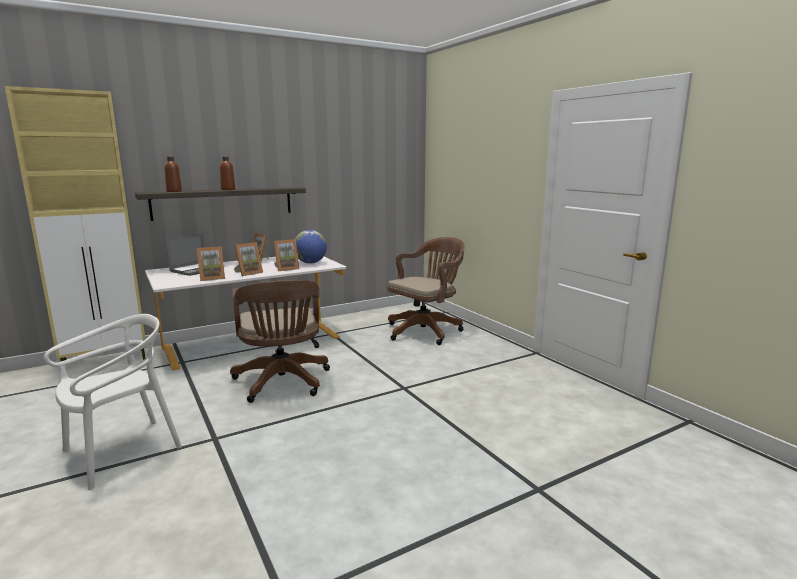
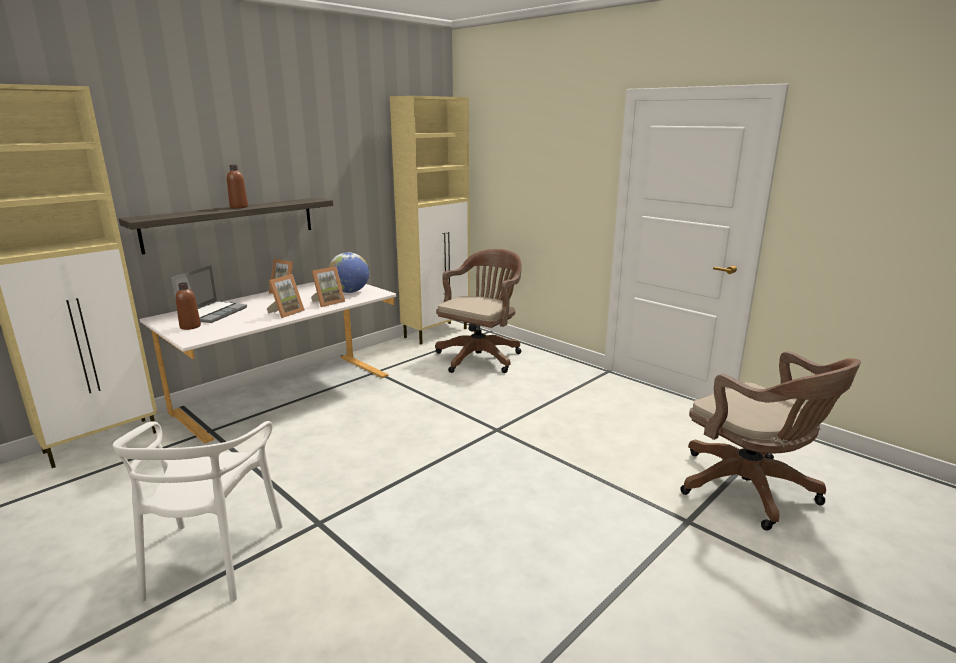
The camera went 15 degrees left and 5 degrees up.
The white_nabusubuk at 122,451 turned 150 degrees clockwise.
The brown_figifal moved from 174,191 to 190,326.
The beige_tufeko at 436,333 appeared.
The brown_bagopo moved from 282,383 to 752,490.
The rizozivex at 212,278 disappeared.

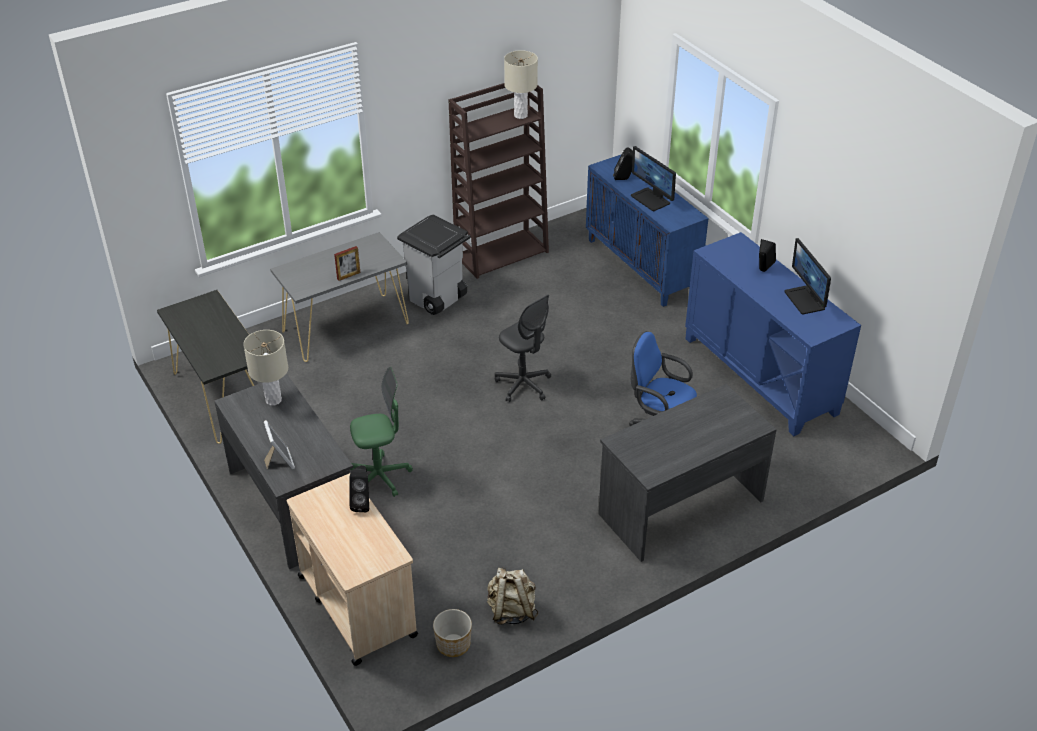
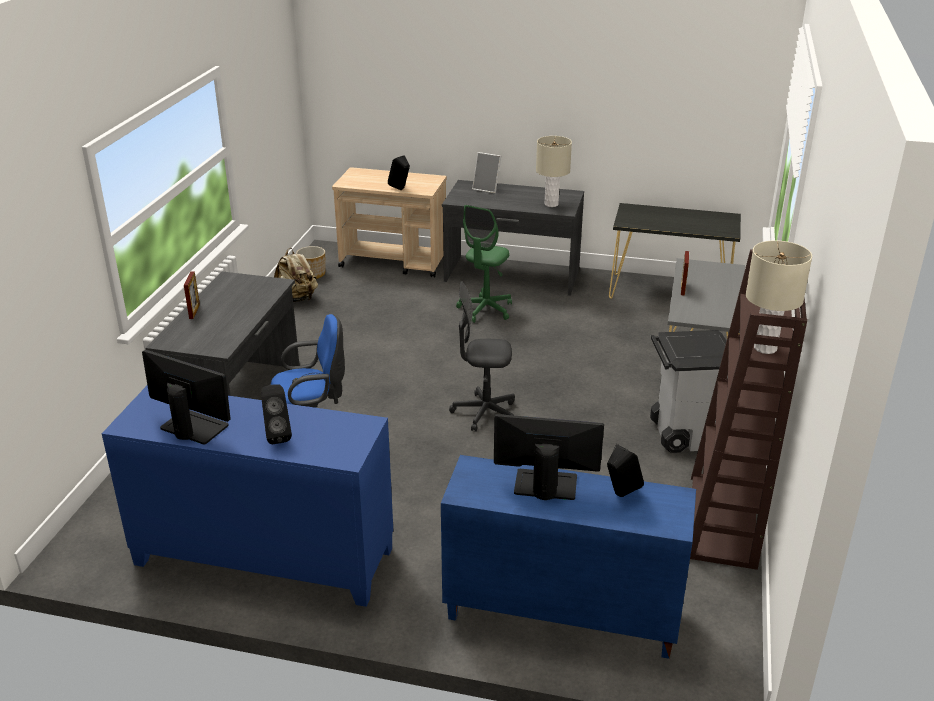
The camera went 135 degrees right and 10 degrees down.
The rizozivex at 194,311 appeared.

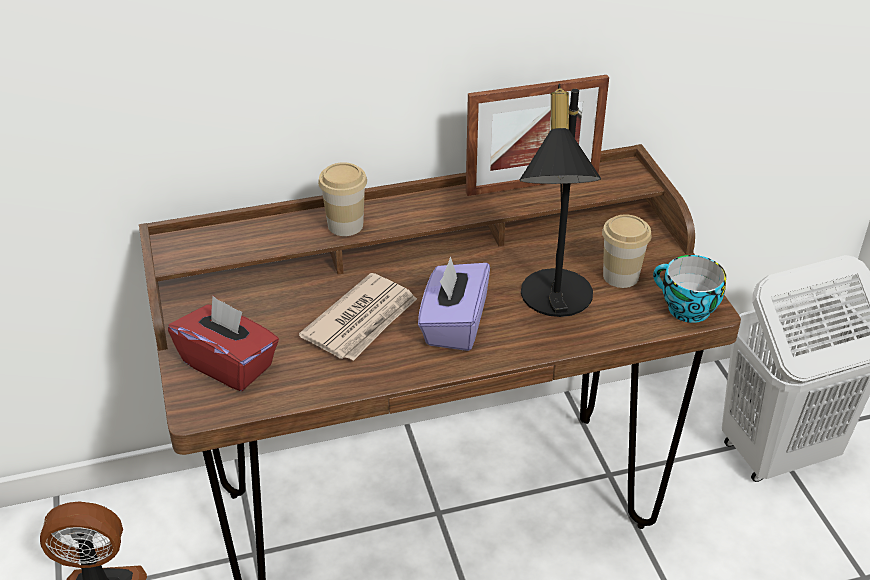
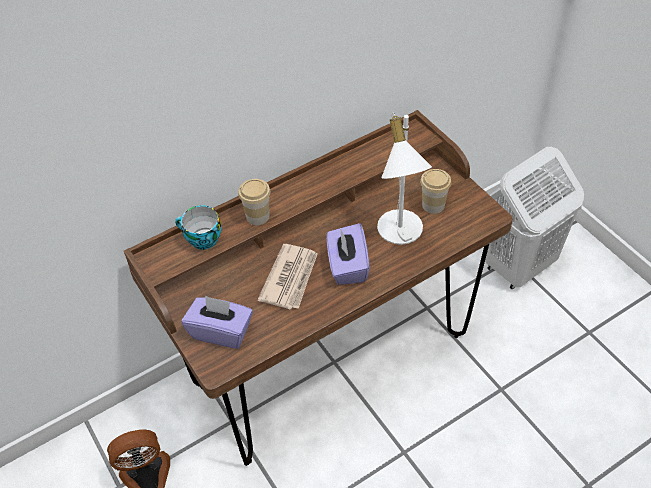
The camera went 15 degrees left and 10 degrees up.
The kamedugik moved from 685,309 to 201,240.
The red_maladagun at 229,364 became the purple_maladagun at 221,331.
The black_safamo at 552,302 became the white_safamo at 400,234.
The rizozivex at 532,184 disappeared.

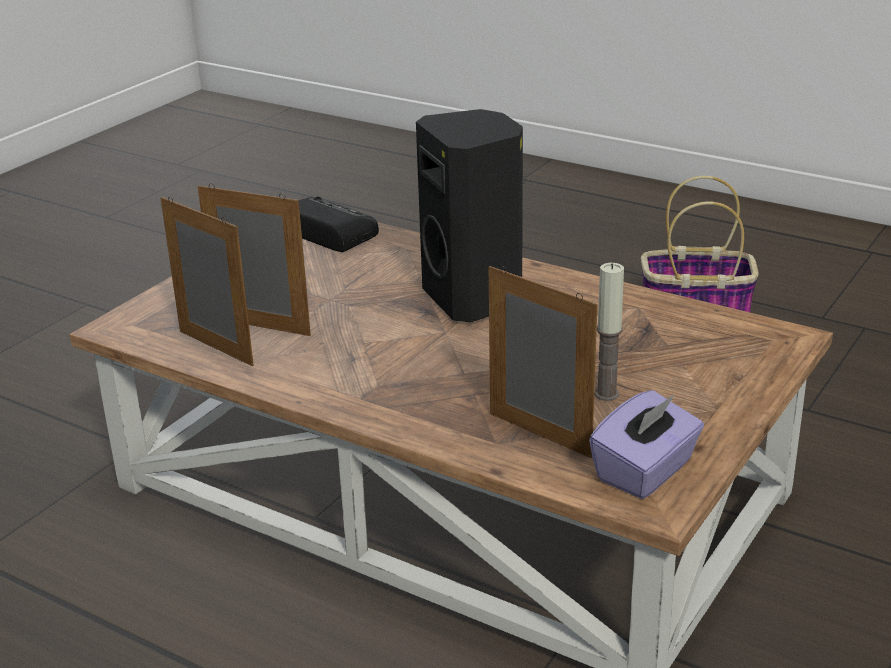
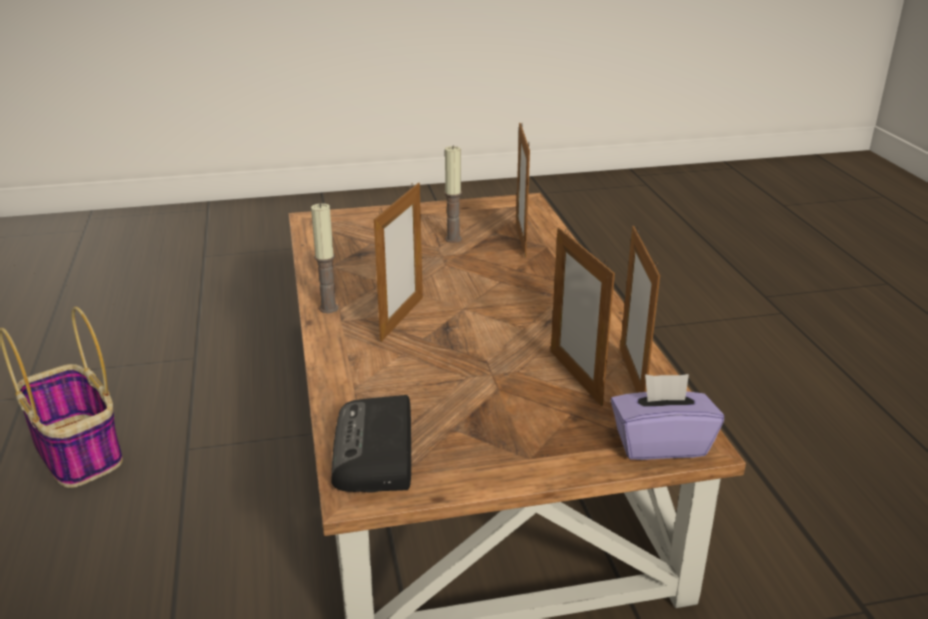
The camera went 135 degrees left and 0 degrees up.
The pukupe at 329,308 appeared.
The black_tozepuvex at 475,299 was replaced by the rizozivex at 402,318.
The purple_maladagun moved from 645,472 to 660,444.

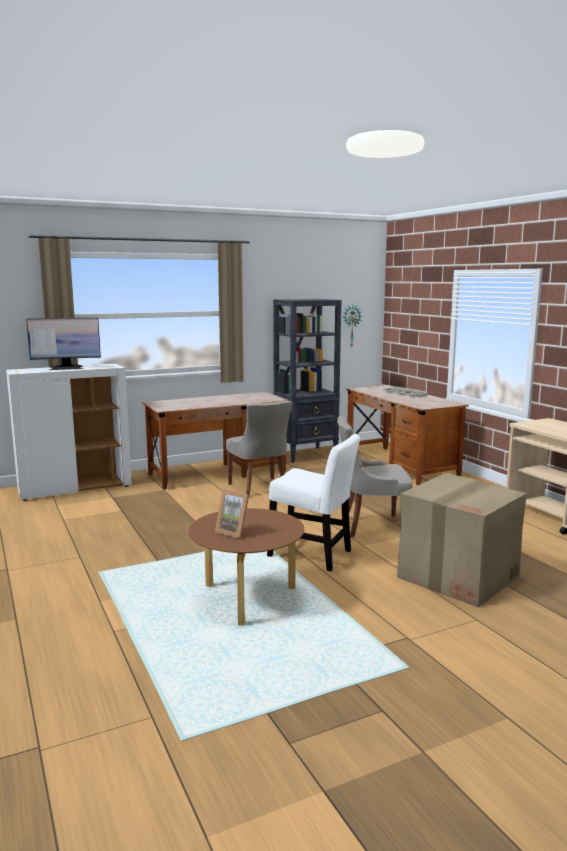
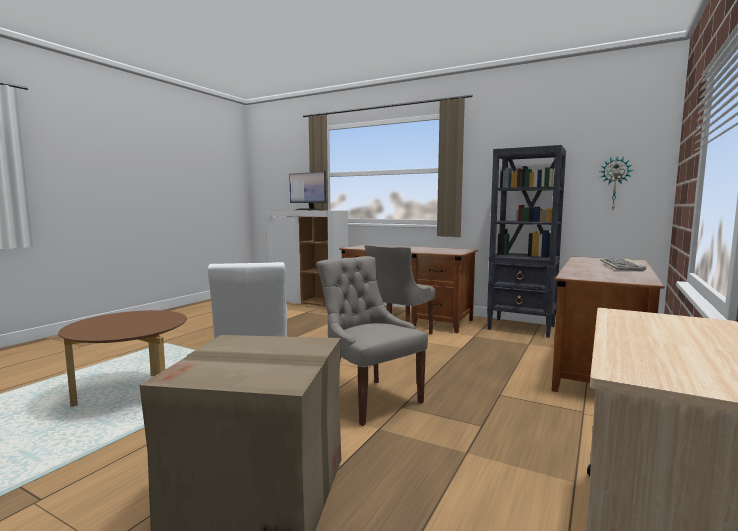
The camera went 55 degrees right and 5 degrees down.
The rizozivex at 234,531 disappeared.

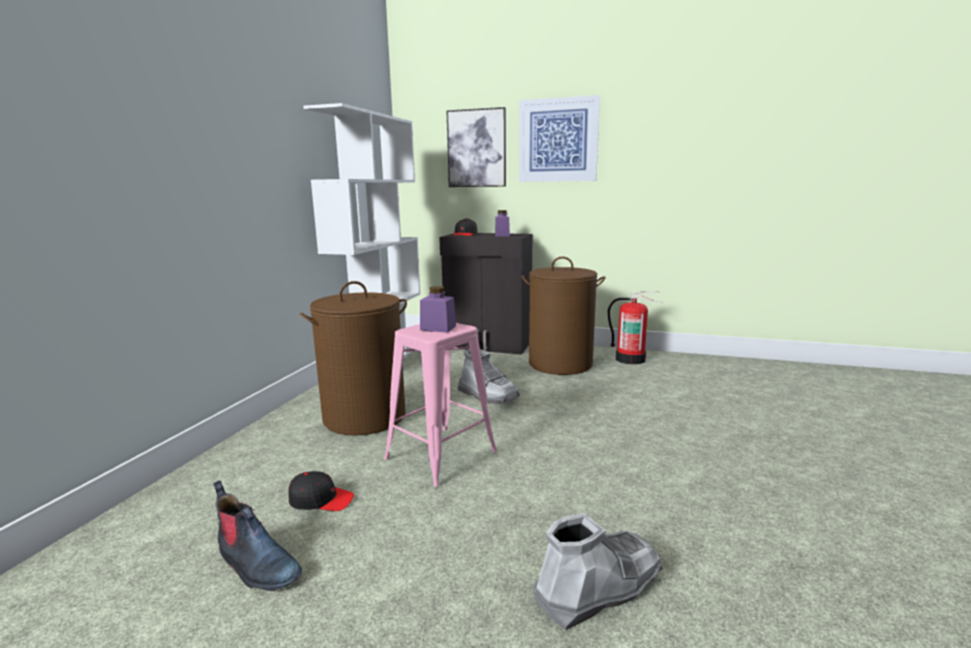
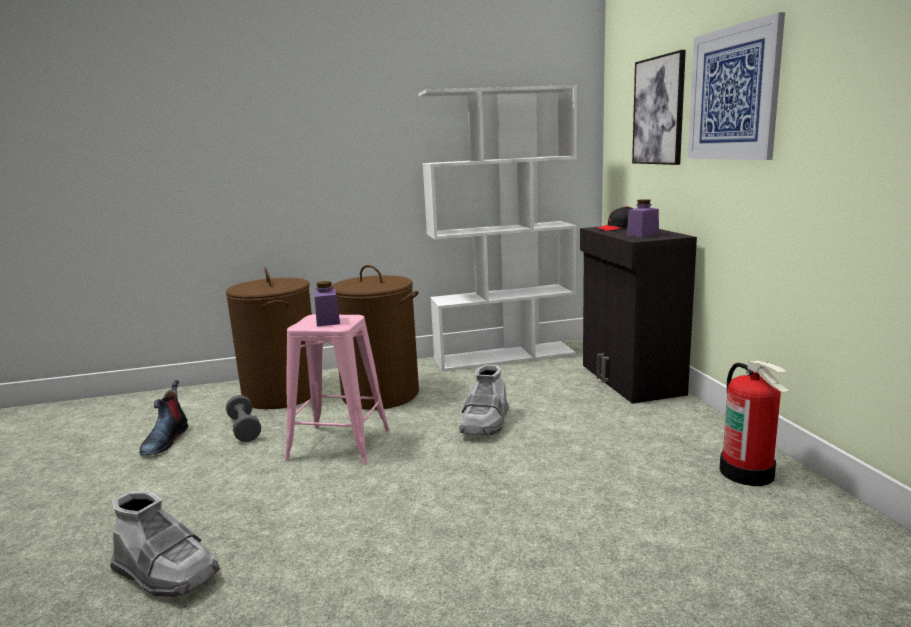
The camera went 60 degrees right and 0 degrees up.
The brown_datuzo moved from 560,364 to 282,394.
The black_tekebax at 321,500 was replaced by the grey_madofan at 244,429.

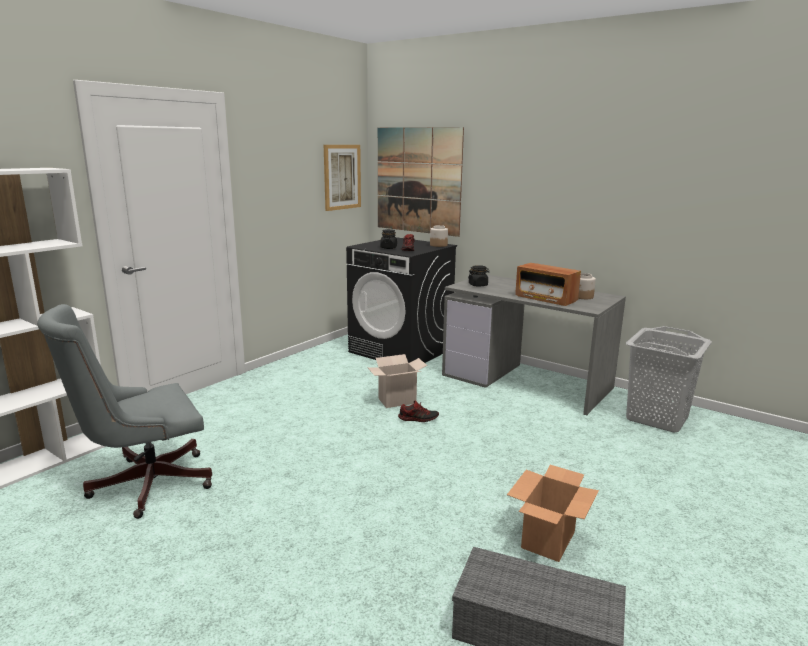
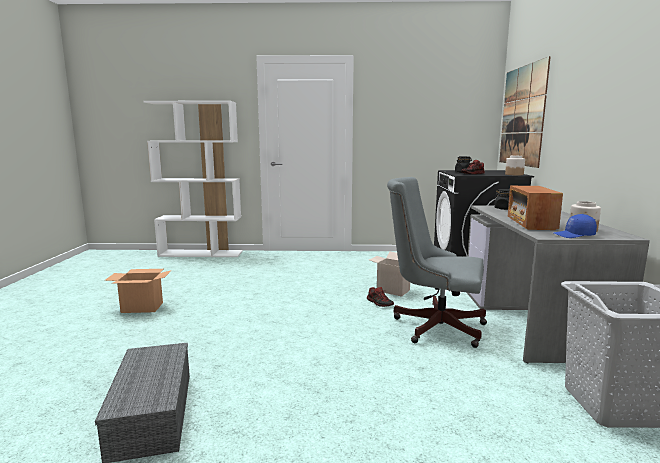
The camera went 55 degrees right and 5 degrees down.
The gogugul moved from 548,540 to 141,308.
The grey_bagopo moved from 143,484 to 433,326.
The blue_tekebax at 574,235 appeared.
The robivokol at 342,177 disappeared.

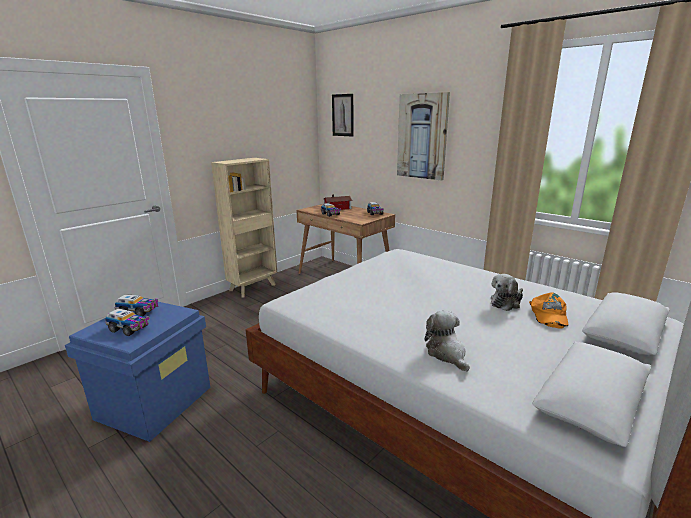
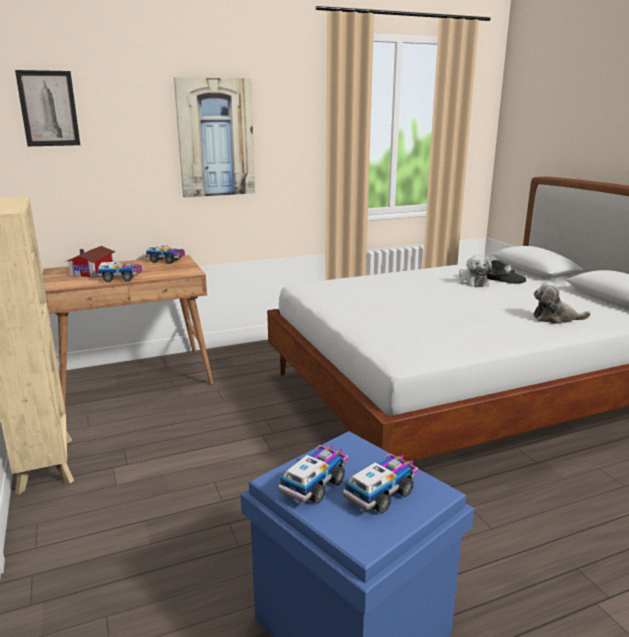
The camera went 65 degrees left and 0 degrees up.
The orange_tekebax at 548,315 became the black_tekebax at 502,278.

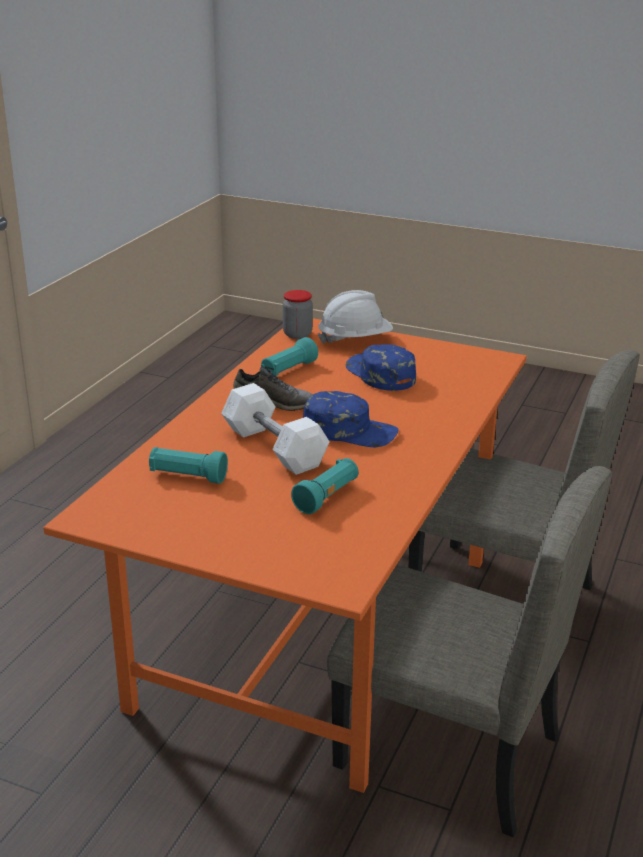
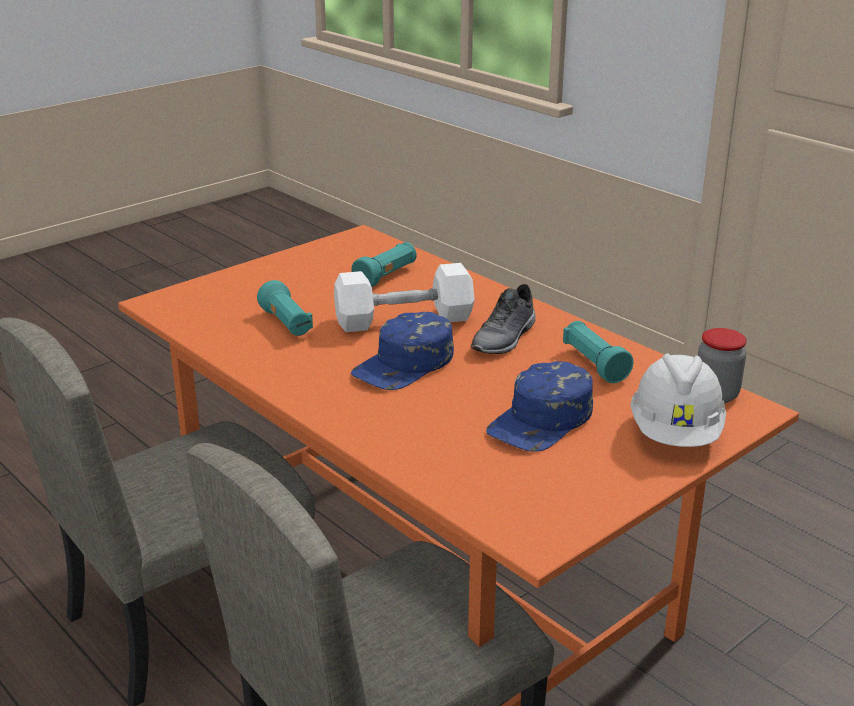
The camera went 115 degrees right and 0 degrees up.
The blue_tekebax at 380,374 turned 135 degrees clockwise.

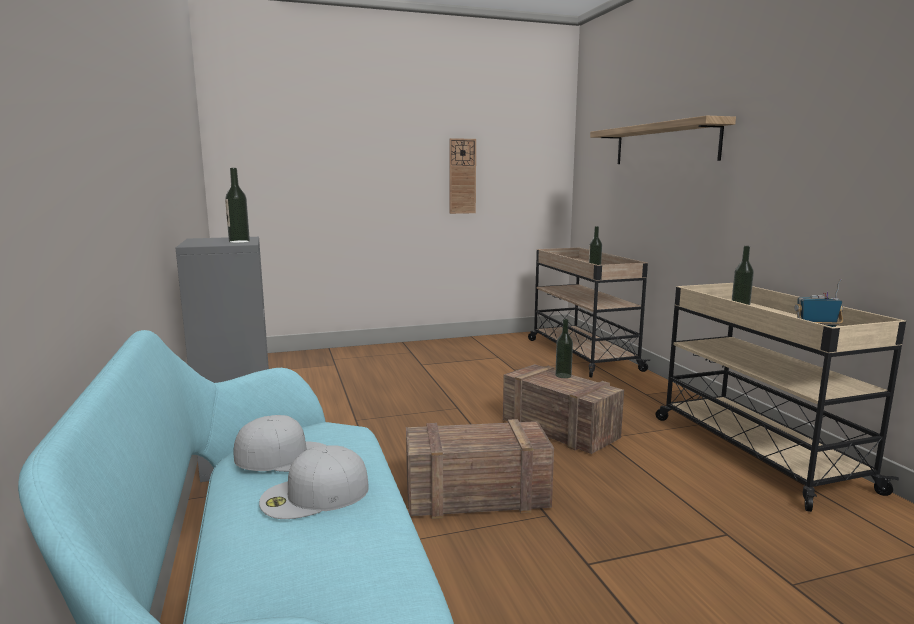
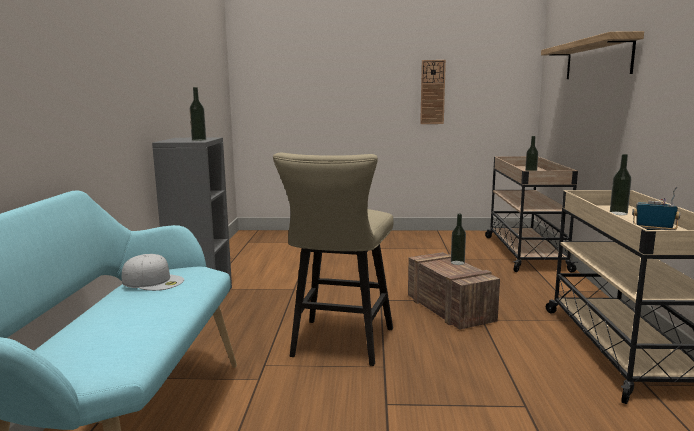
The camera went 20 degrees right and 0 degrees up.
The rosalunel at 474,497 was replaced by the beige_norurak at 339,345.
The white_tekebax at 314,495 disappeared.

